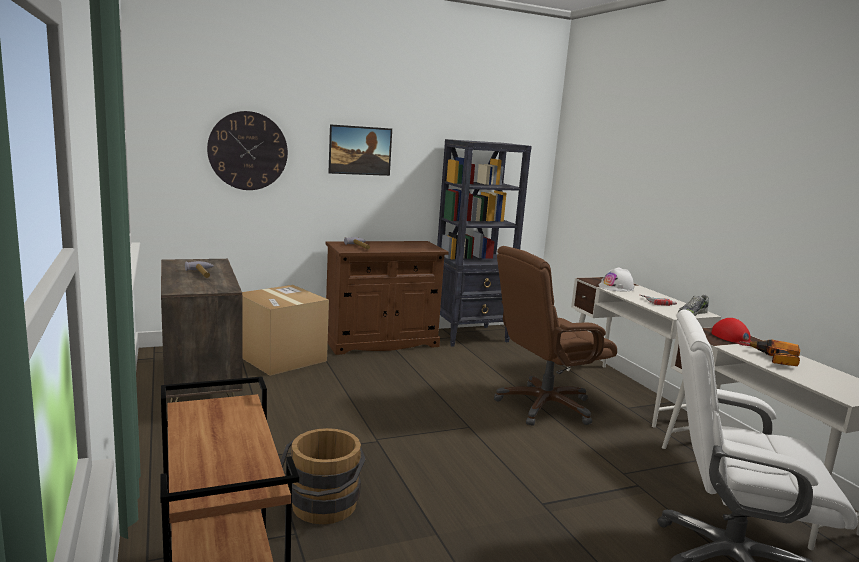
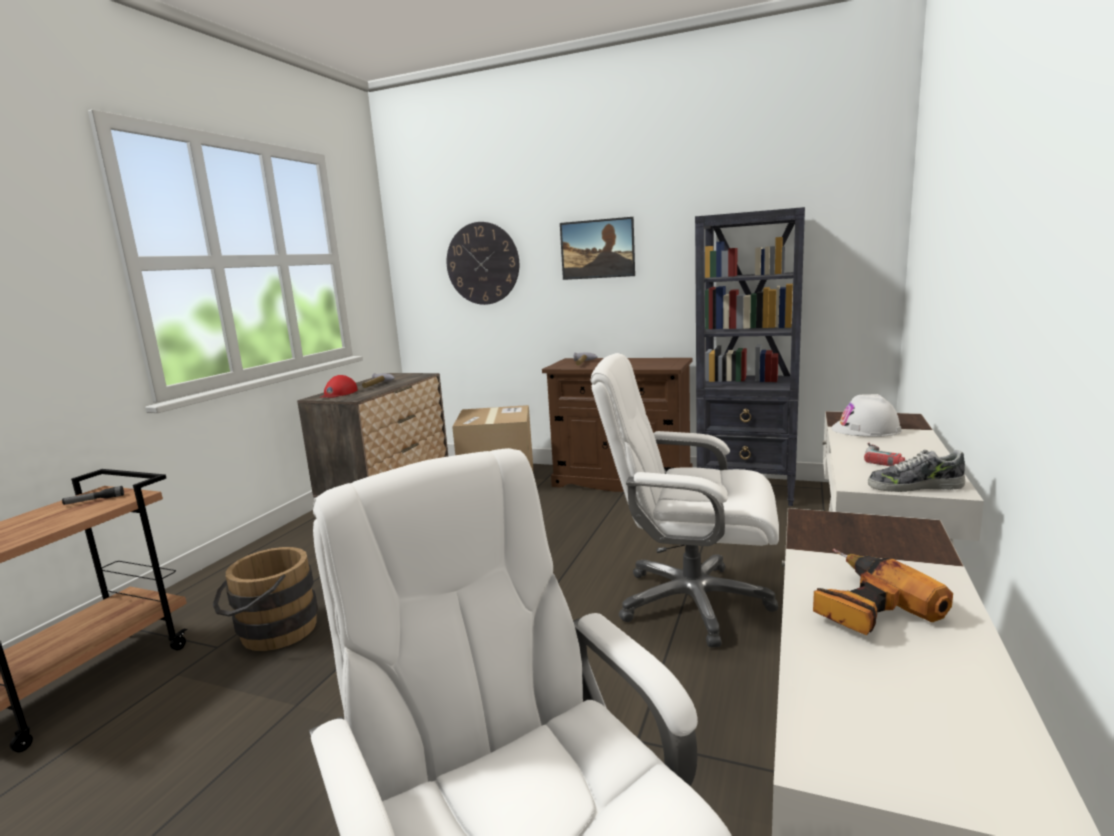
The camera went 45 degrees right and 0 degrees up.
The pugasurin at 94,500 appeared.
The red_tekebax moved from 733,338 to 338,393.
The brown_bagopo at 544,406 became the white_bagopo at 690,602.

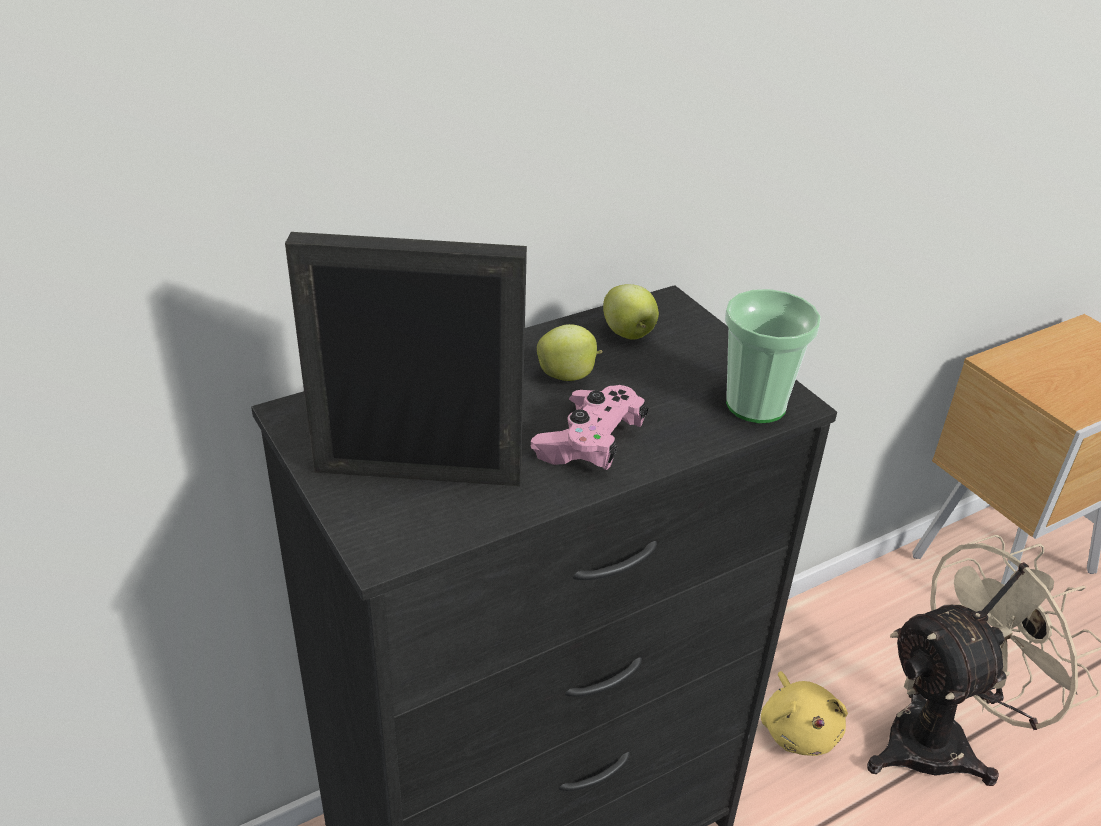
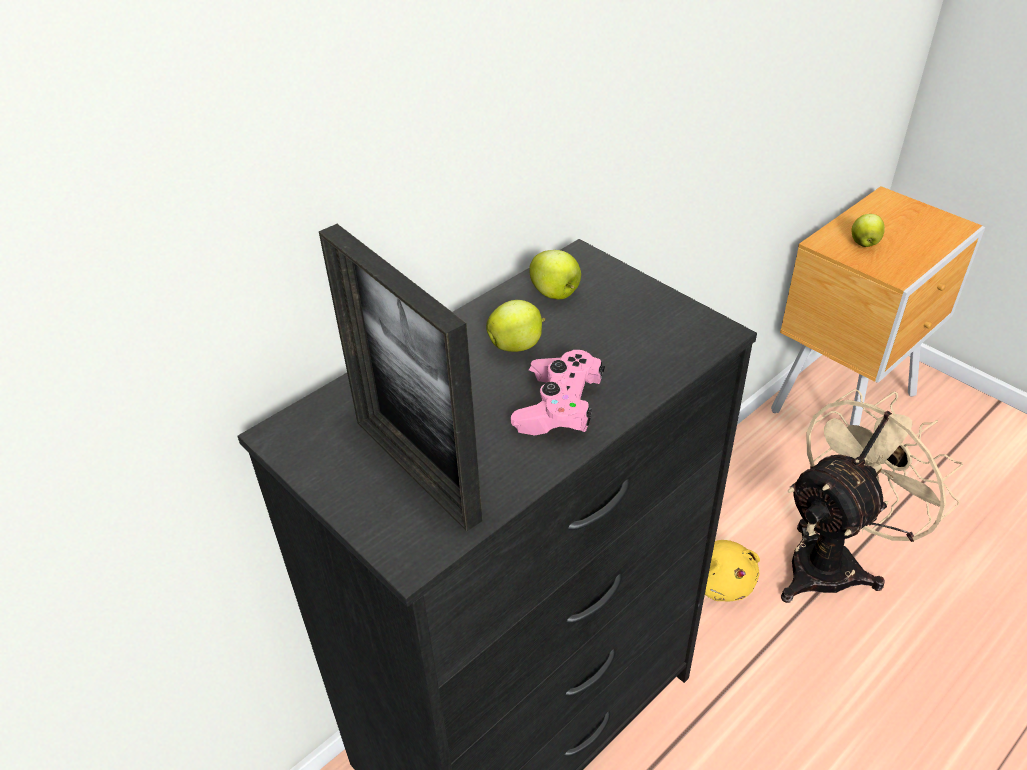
The camera went 10 degrees left and 5 degrees up.
The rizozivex at 418,472 turned 120 degrees counterclockwise.
The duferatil at 864,243 appeared.
The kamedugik at 756,405 disappeared.

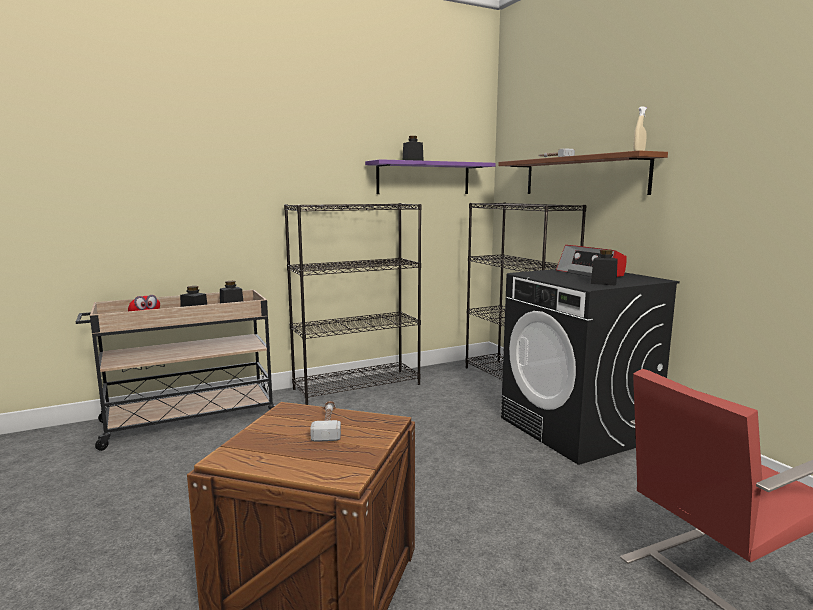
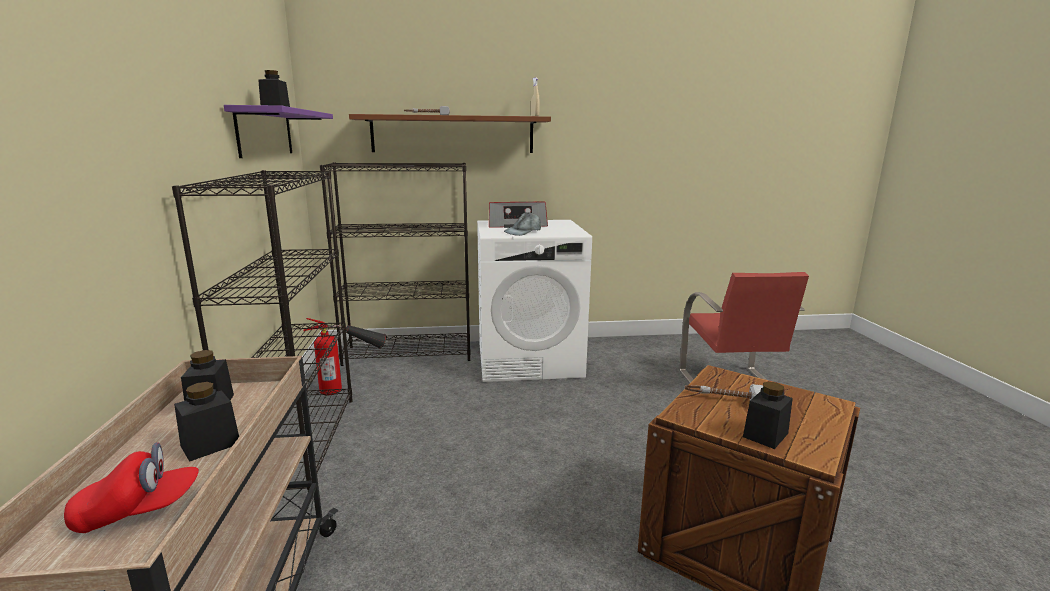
The camera went 70 degrees left and 5 degrees up.
The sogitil at 351,386 appeared.
The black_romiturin at 578,429 became the white_romiturin at 529,360.
The grey_tekebax at 523,232 appeared.
The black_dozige moved from 603,283 to 765,435.

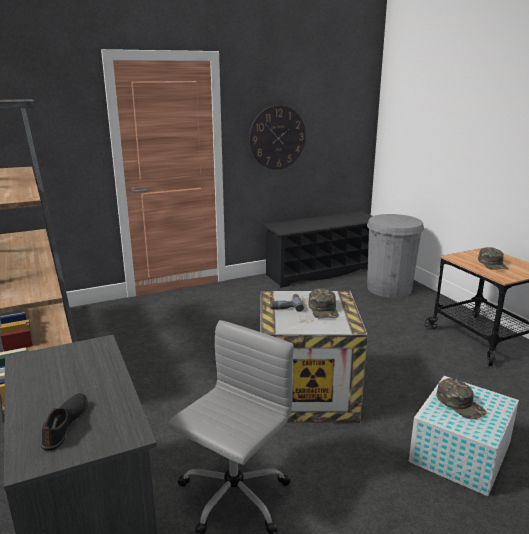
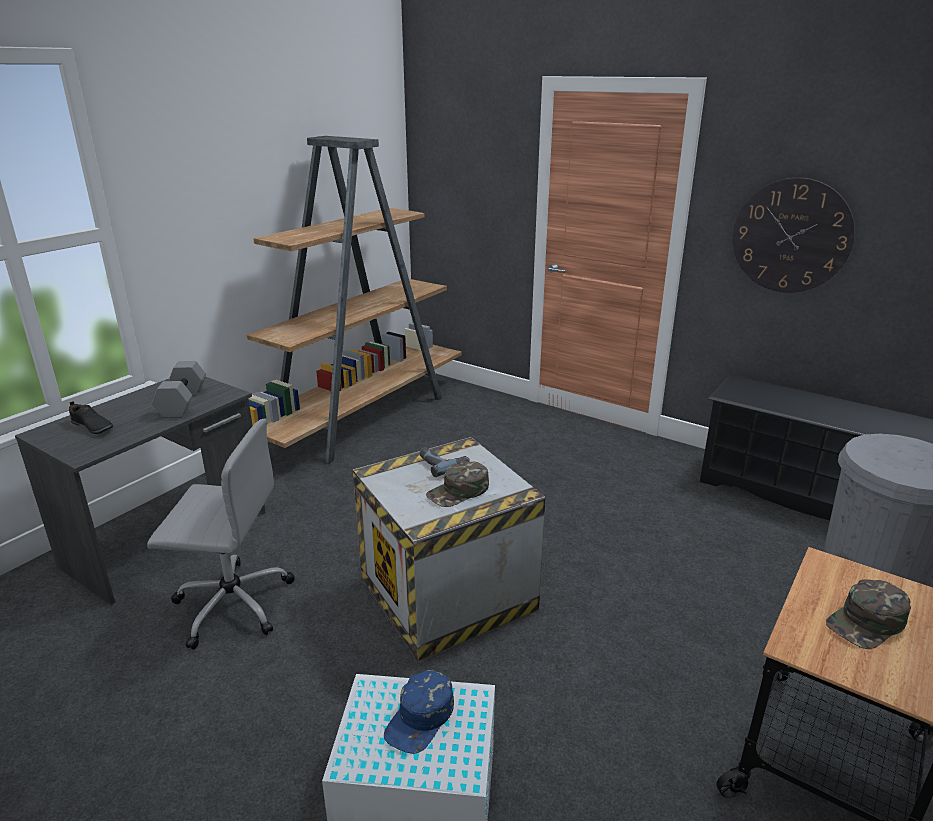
The camera went 60 degrees right and 5 degrees up.
The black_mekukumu at 66,425 turned 60 degrees clockwise.
The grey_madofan at 183,402 appeared.
The green_tekebax at 460,404 became the blue_tekebax at 421,718.

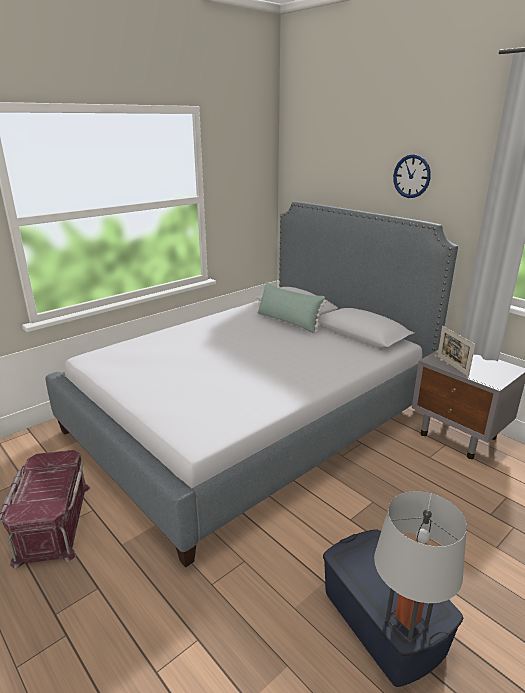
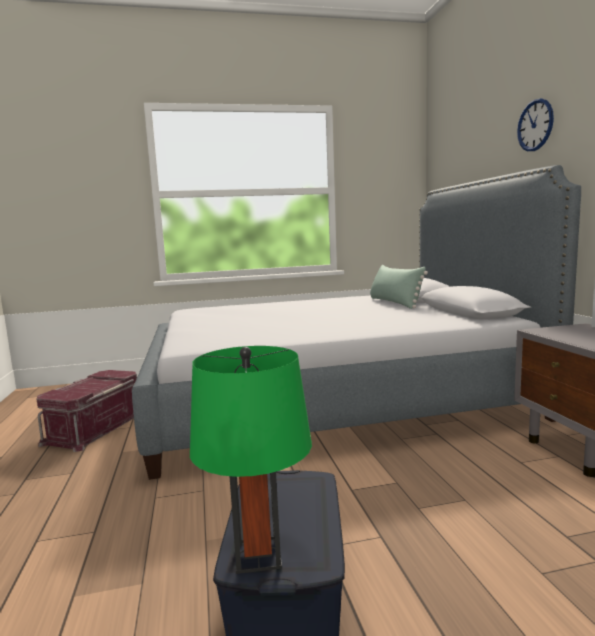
The camera went 30 degrees right and 15 degrees down.
The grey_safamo at 406,622 became the green_safamo at 258,555.
The rizozivex at 452,365 disappeared.

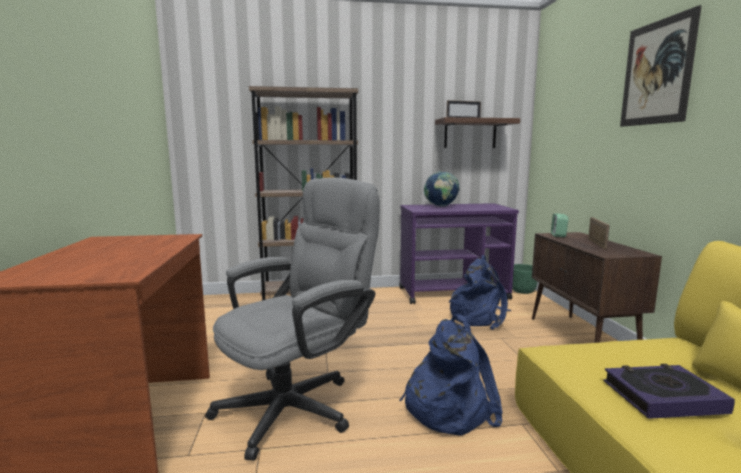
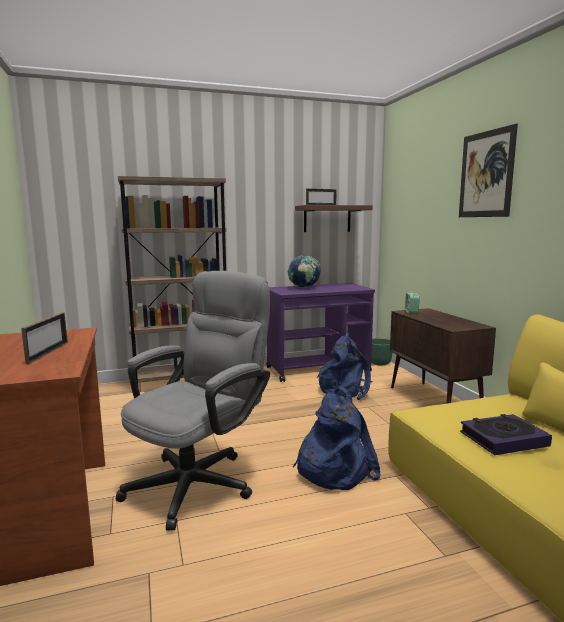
The camera went 10 degrees left and 0 degrees up.
The rizozivex moved from 596,243 to 48,353.

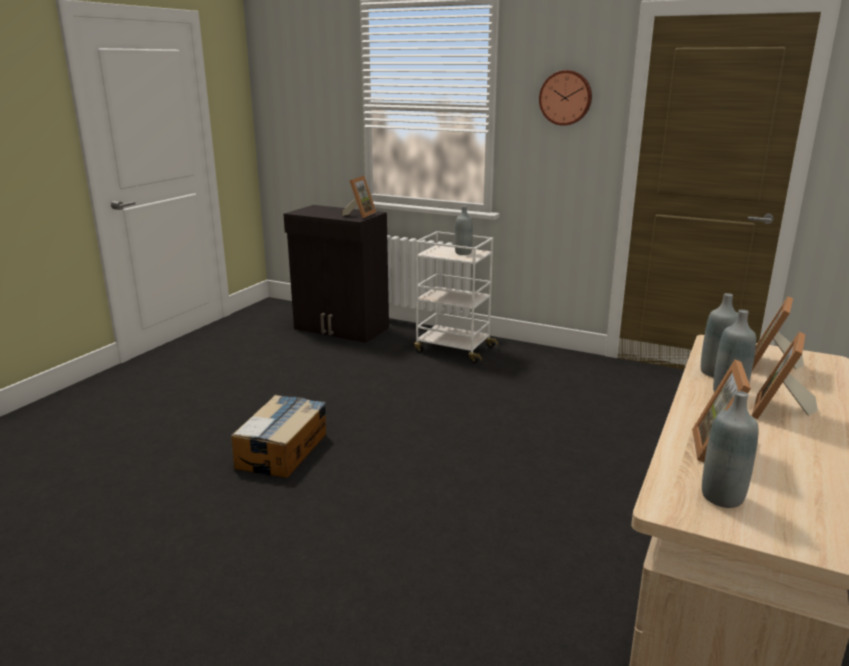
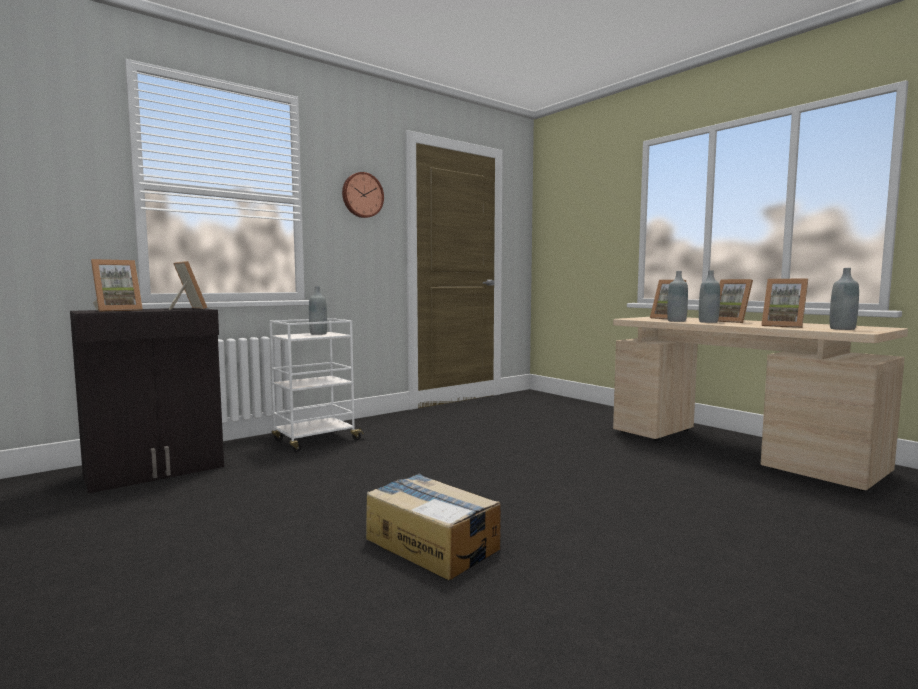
The camera went 65 degrees left and 15 degrees down.
The rizozivex at 117,310 appeared.

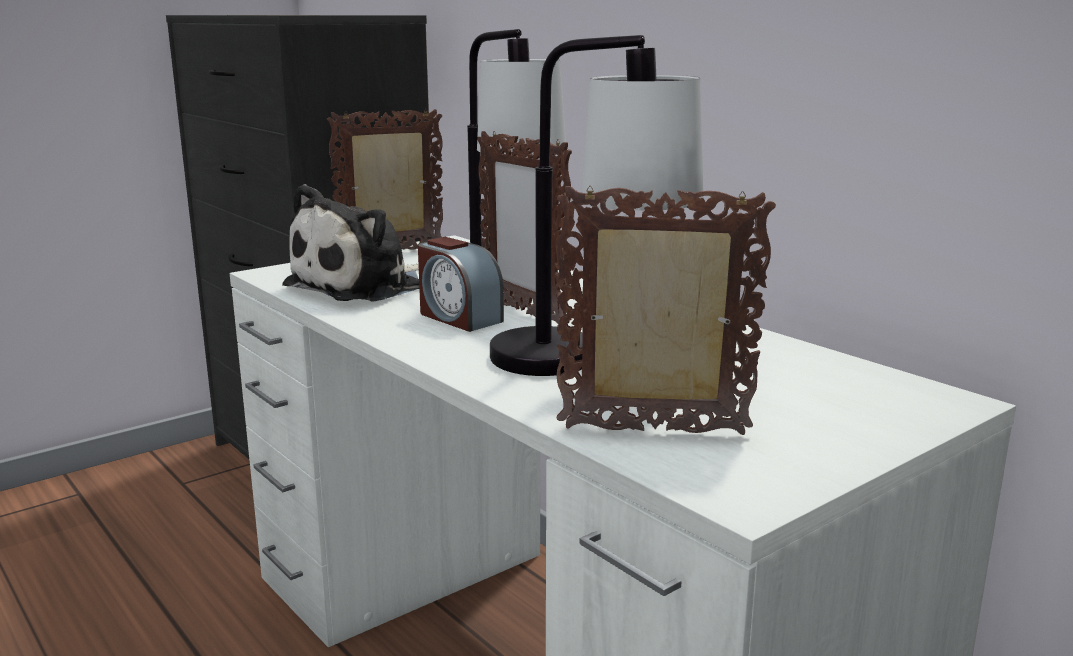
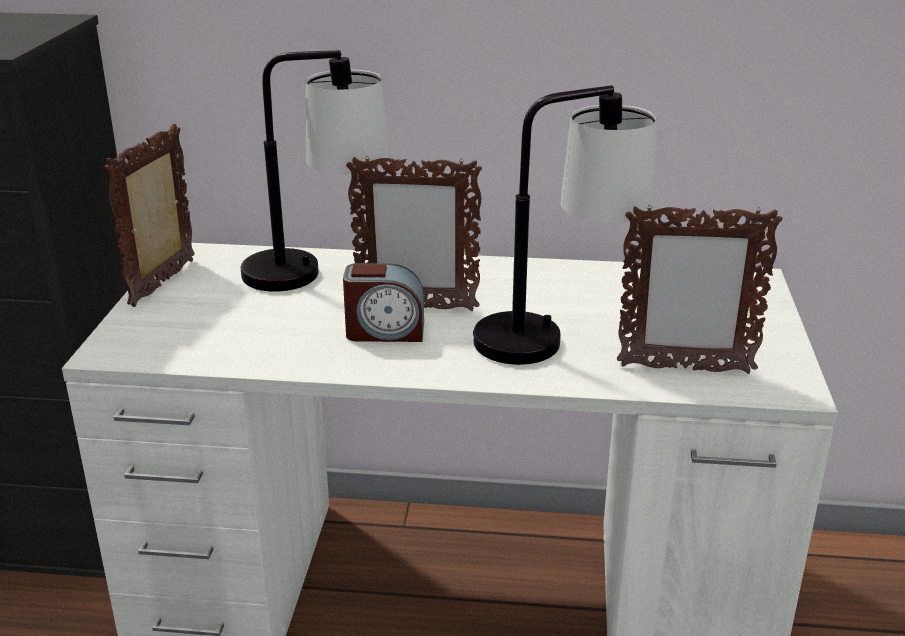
The camera went 45 degrees left and 10 degrees up.
The rizozivex at 655,432 turned 135 degrees counterclockwise.
The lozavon at 361,286 disappeared.

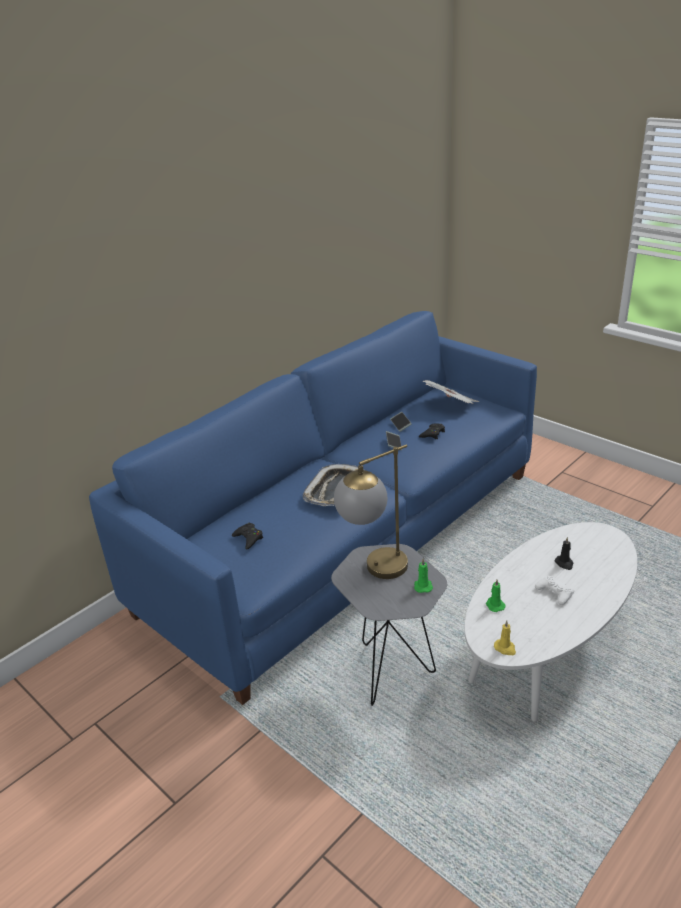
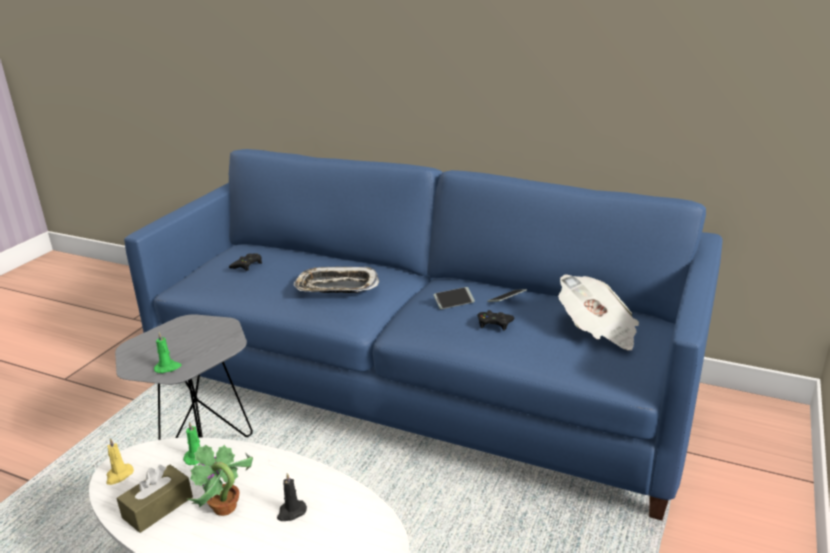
The camera went 70 degrees right and 5 degrees down.
The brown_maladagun at 158,507 appeared.
The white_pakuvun at 554,593 was replaced by the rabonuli at 224,508.
The safamo at 374,572 disappeared.

